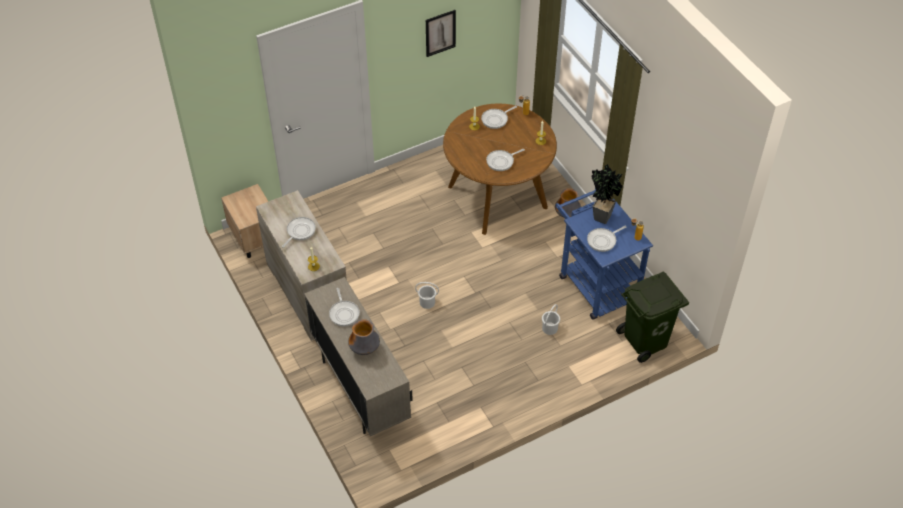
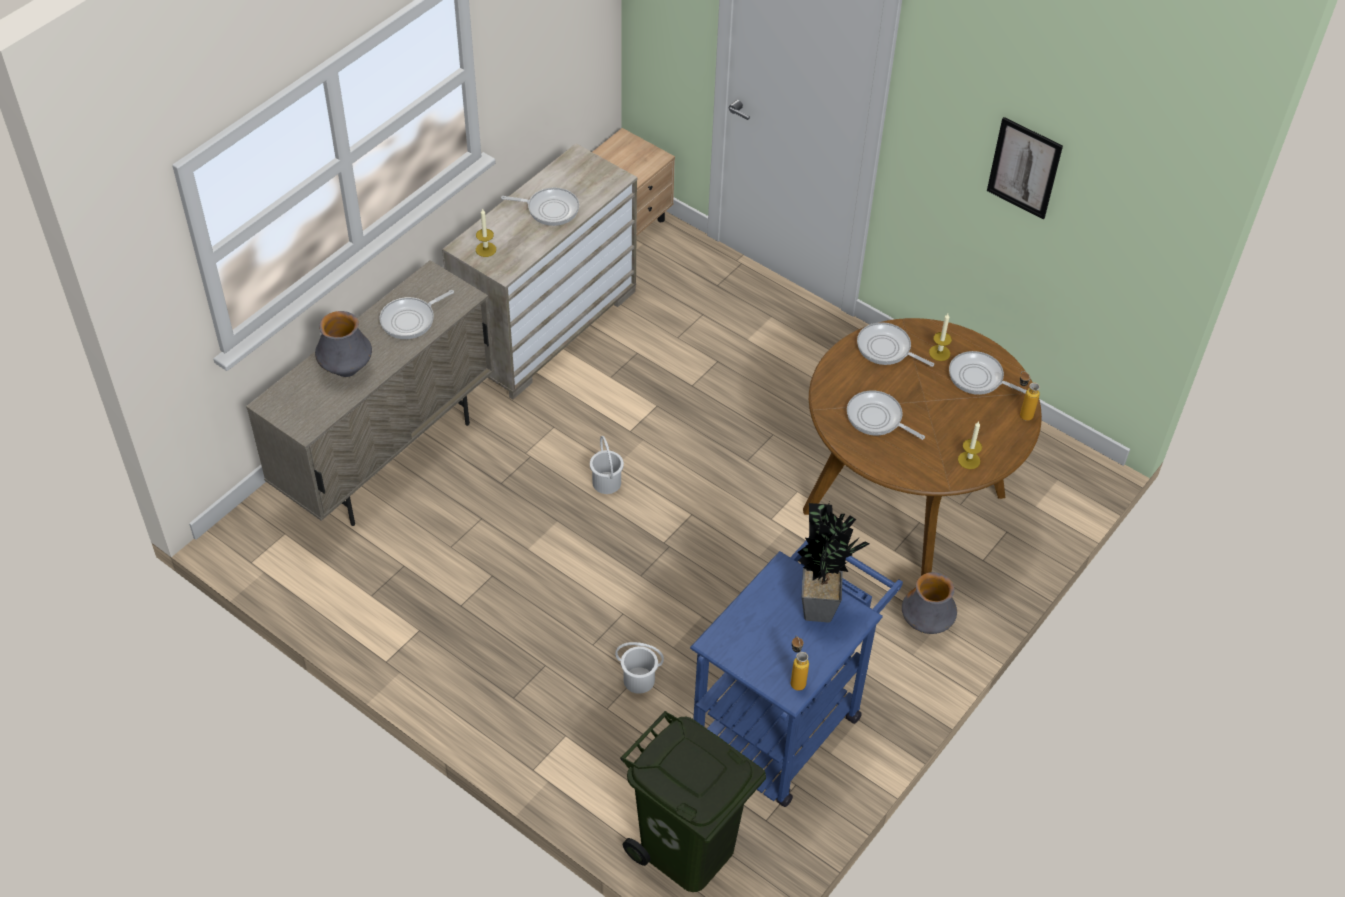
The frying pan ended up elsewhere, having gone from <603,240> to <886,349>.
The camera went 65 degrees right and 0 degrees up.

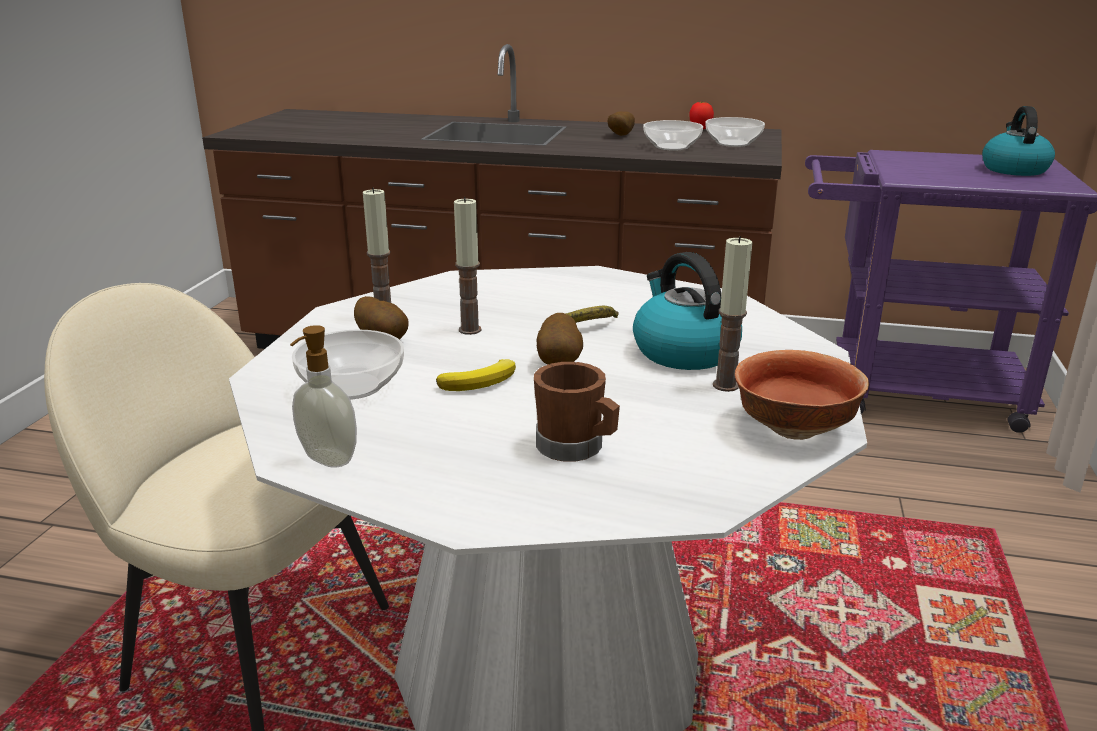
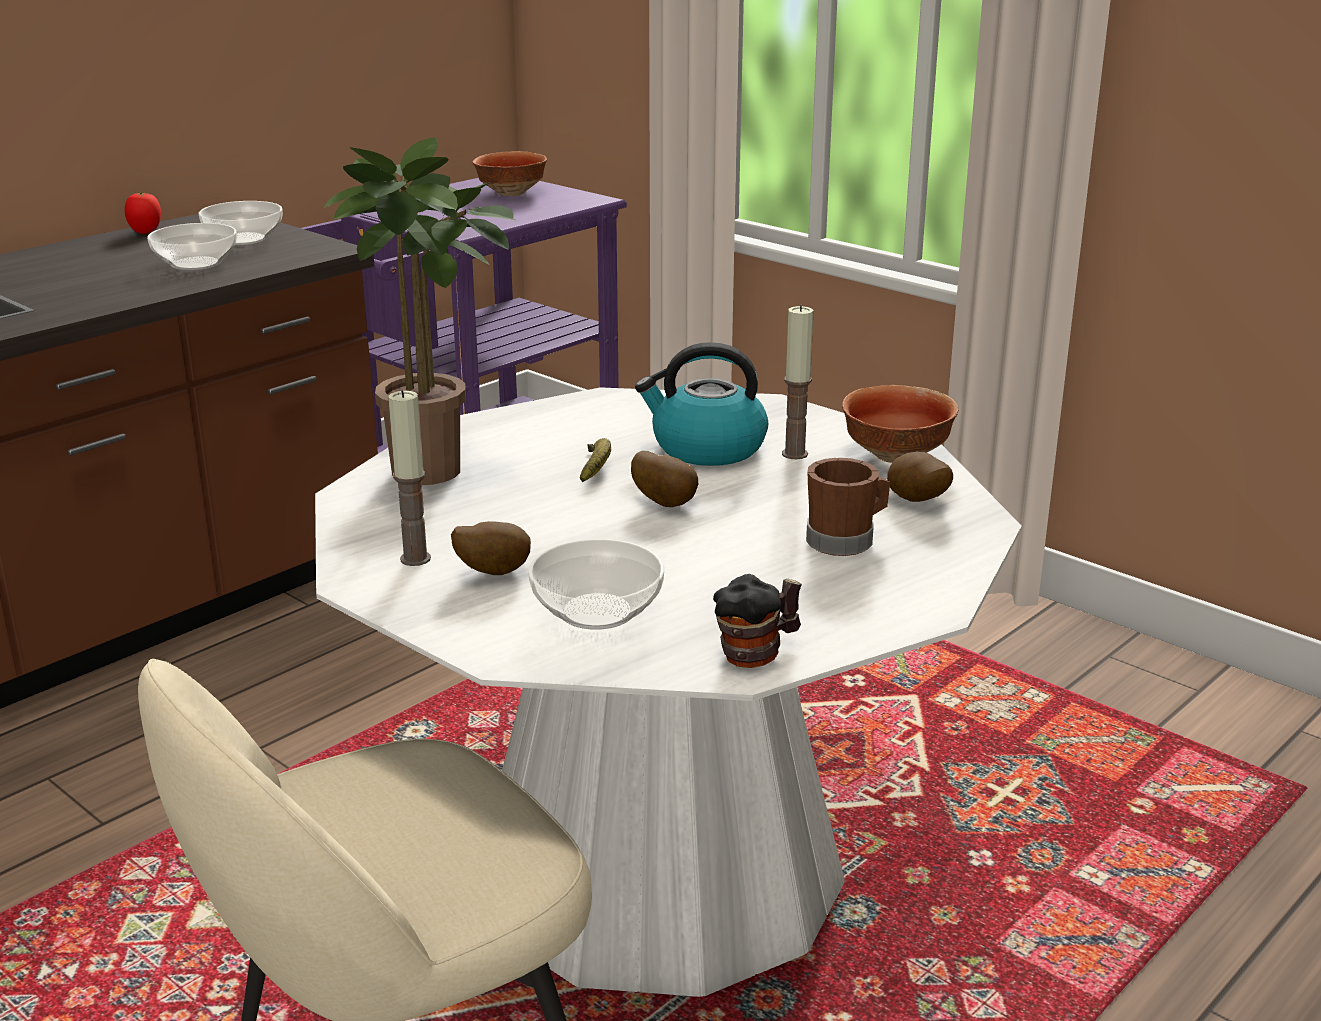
Where the kettle stood at <1013,169>, the bowl came to stand at <510,193>.
The potato ended up elsewhere, having gone from <619,136> to <916,502>.
The second view lost the candle at <469,330>.
Where the soap dispenser stood at <327,460>, the mug came to stand at <758,653>.
The second view lost the banana at <481,381>.
The second view gained the potted plant at <434,475>.
The camera went 60 degrees left and 0 degrees up.

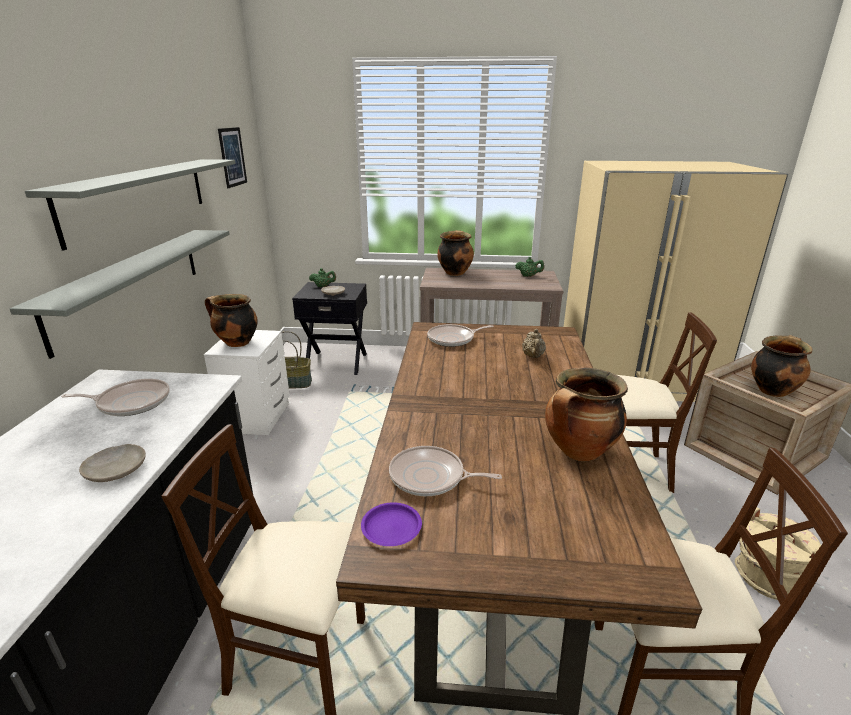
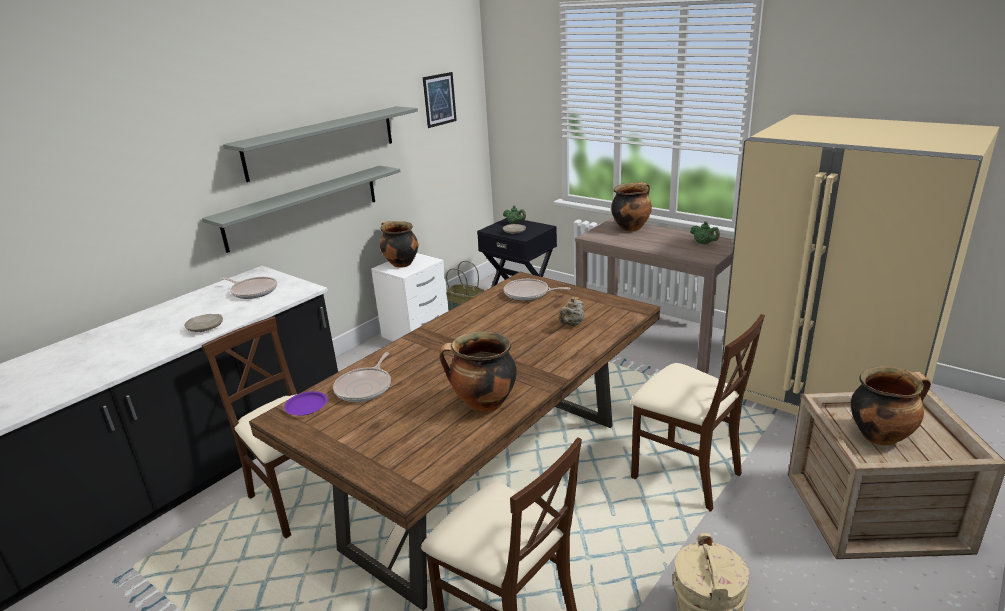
The frying pan at <430,477> ended up facing another way, 120 degrees counterclockwise from before.
The camera went 35 degrees right and 0 degrees up.

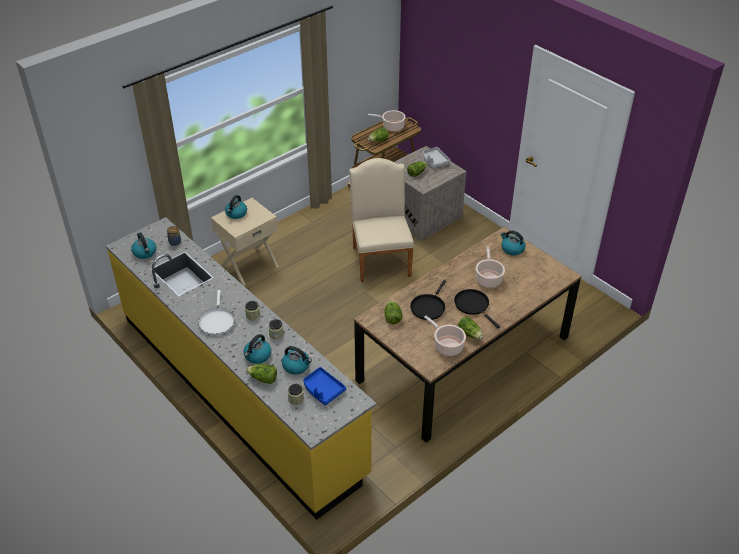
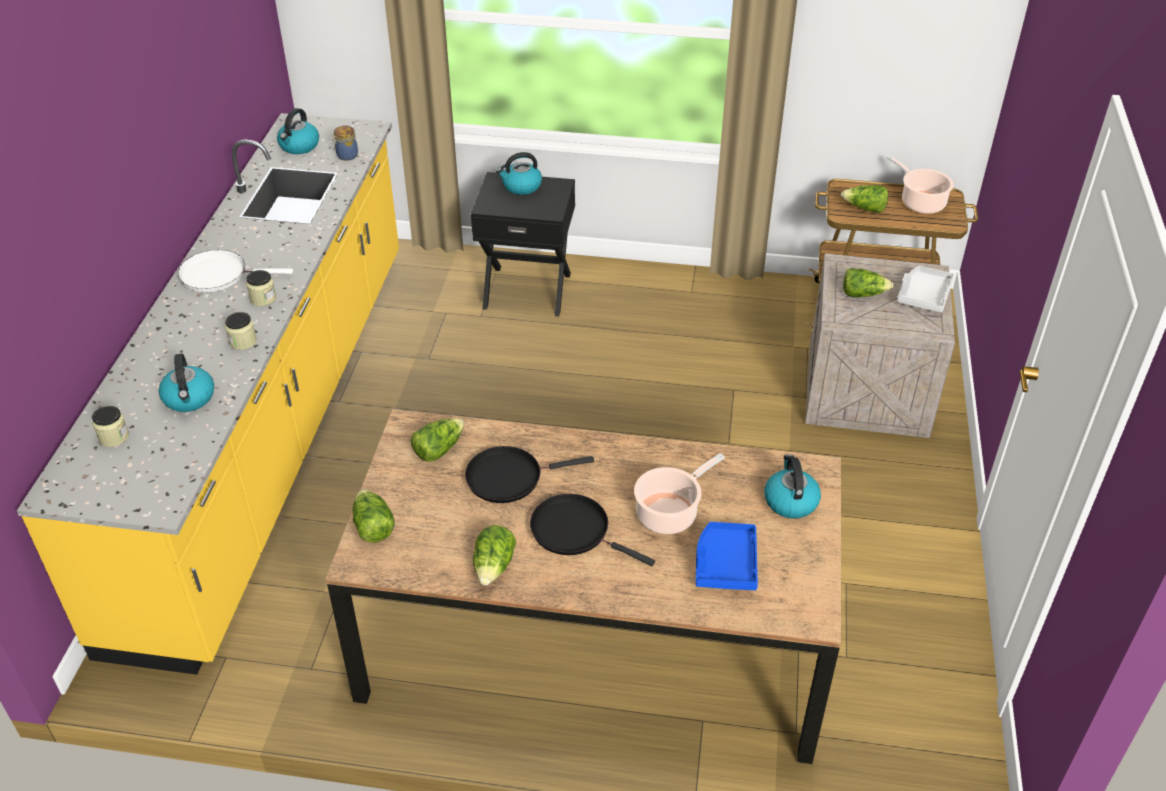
The second view lost the chair/beige at <380,258>.
What was the nightstand/beige at <249,265> turned into the nightstand/black at <527,290>.
The frying pan/black at <473,305> ended up facing another way, 75 degrees counterclockwise from before.
The frying pan/white at <217,321> ended up facing another way, 45 degrees clockwise from before.
The second view lost the cooking pot at <447,346>.
The second view lost the kettle at <257,356>.
The lettuce ended up elsewhere, having gone from <263,379> to <372,526>.
The tray/blue ended up elsewhere, having gone from <323,390> to <725,564>.
The camera went 50 degrees right and 0 degrees up.

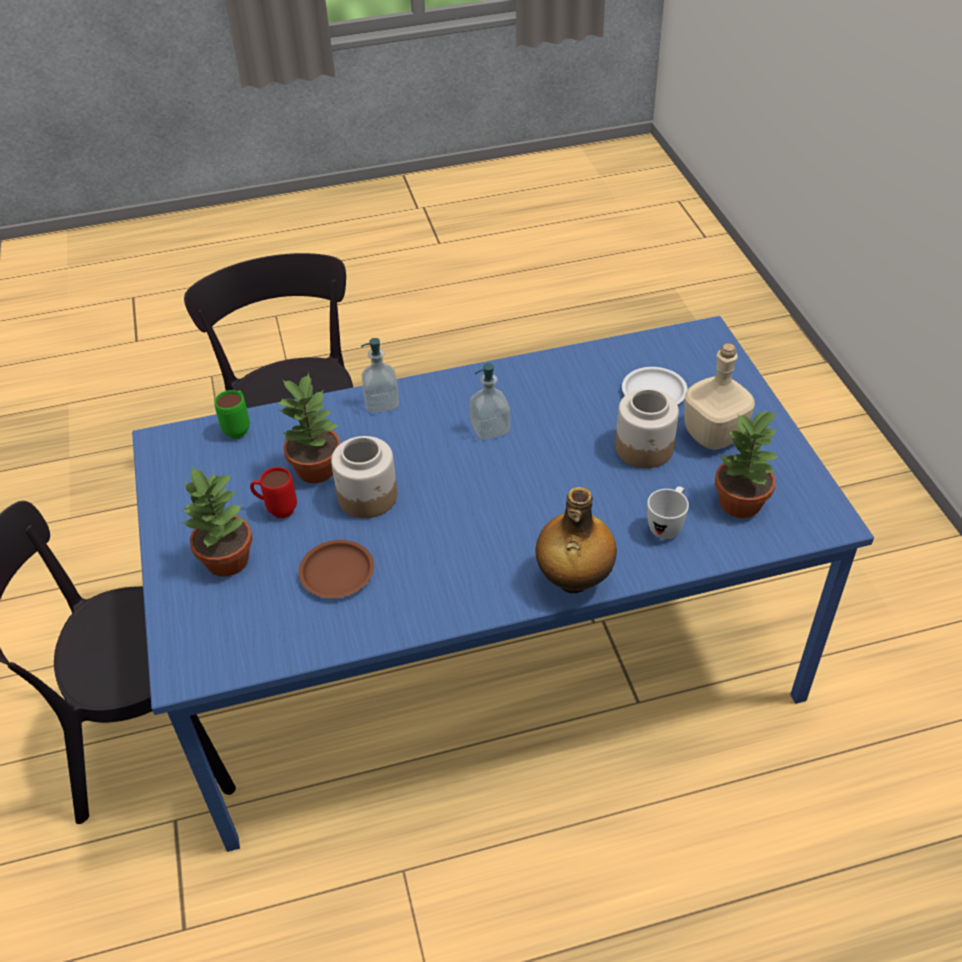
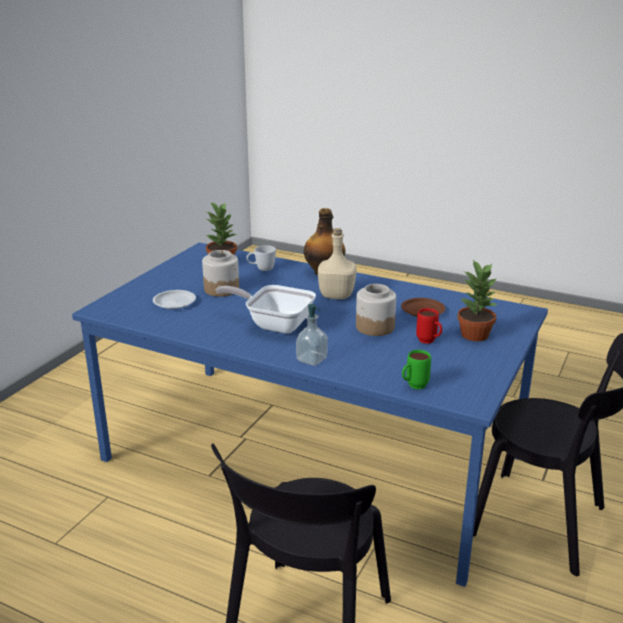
The bottle/beige ended up elsewhere, having gone from <714,436> to <336,295>.
Where the soap dispenser stood at <490,428>, the frying pan came to stand at <274,324>.
The second view lost the potted plant at <316,468>.
The camera went 140 degrees left and 20 degrees down.

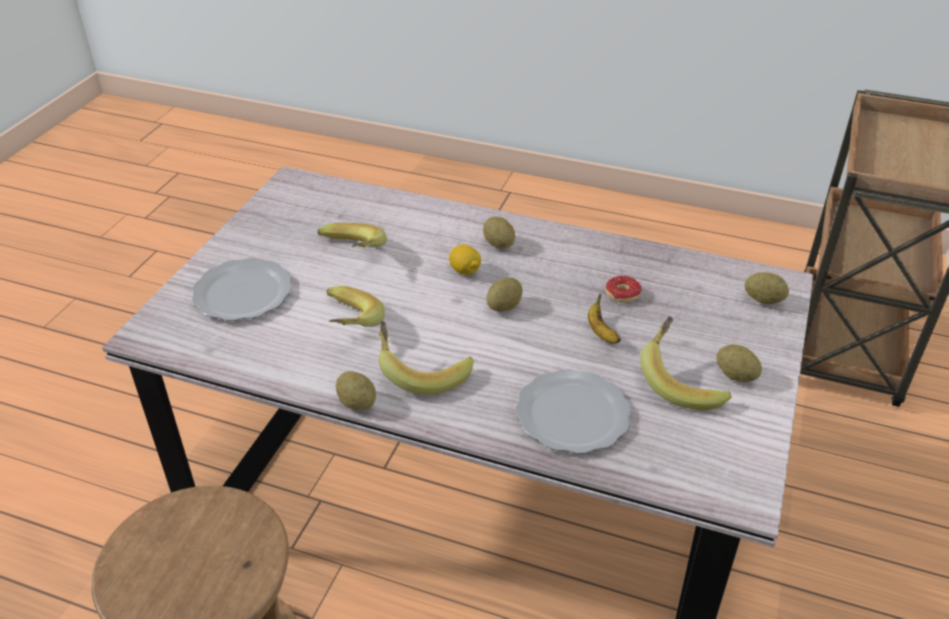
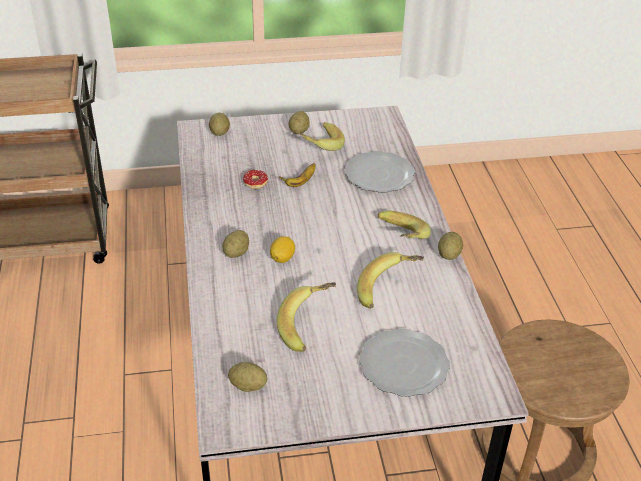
The potato ended up elsewhere, having gone from <504,306> to <248,386>.
The camera went 120 degrees left and 0 degrees up.

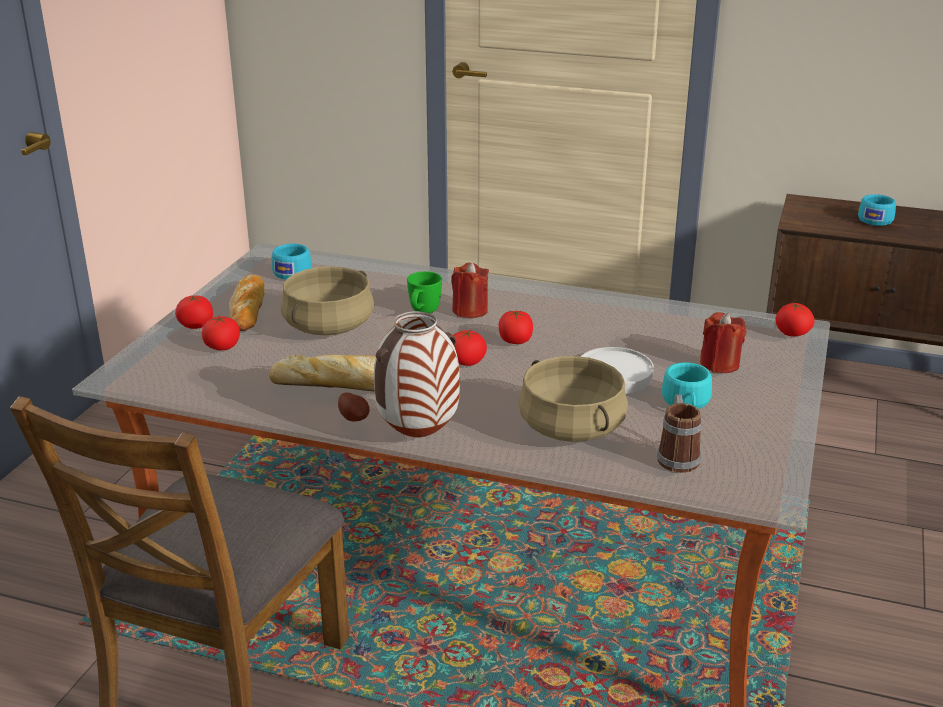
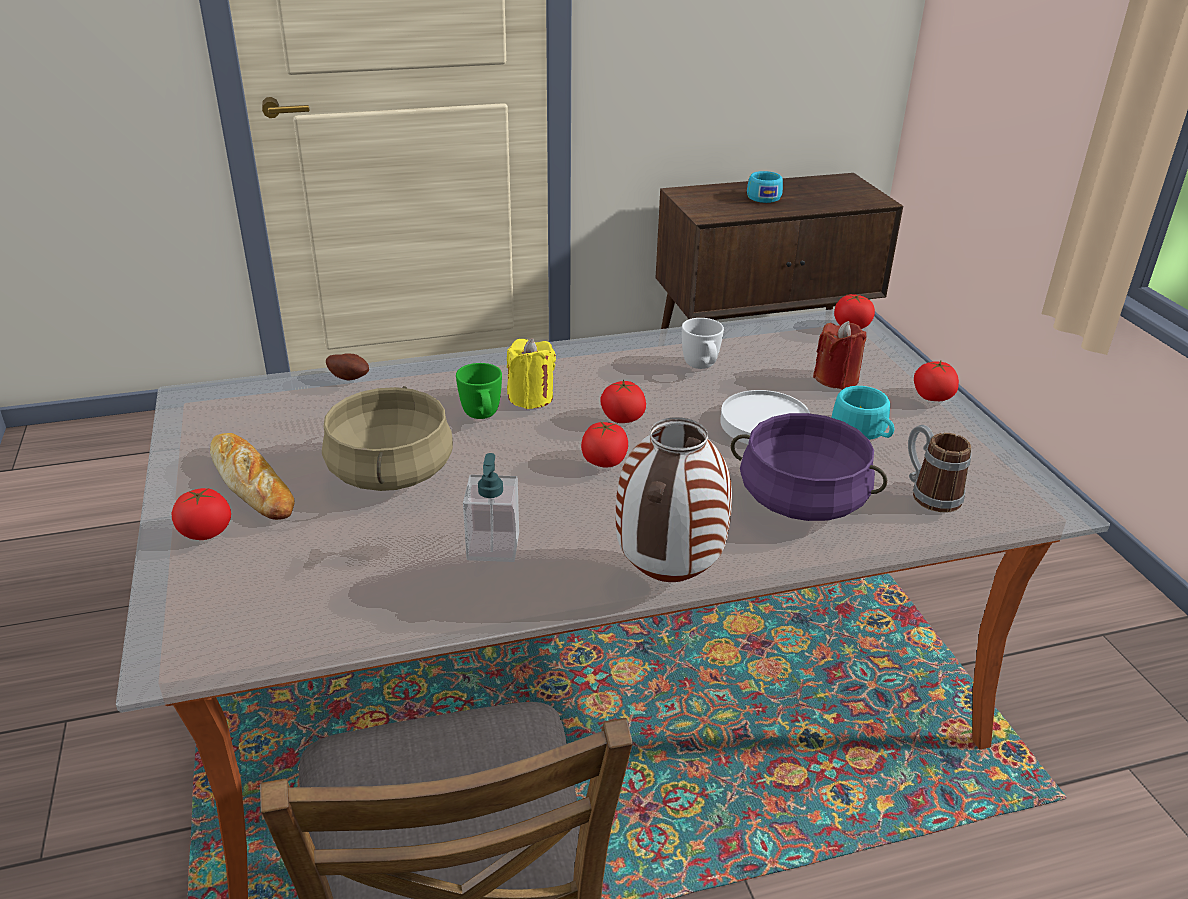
The second view lost the cup/turquoise at <294,271>.
What was the candle/red at <470,310> turned into the candle/yellow at <530,397>.
The tomato ended up elsewhere, having gone from <222,347> to <932,397>.
Where the bread stood at <336,384>, the soap dispenser came to stand at <493,546>.
What was the cooking pot/beige at <570,428> turned into the cooking pot/purple at <801,501>.
The potato ended up elsewhere, having gone from <354,418> to <349,377>.
The second view gained the mug/white at <702,368>.
The camera went 35 degrees left and 5 degrees up.

